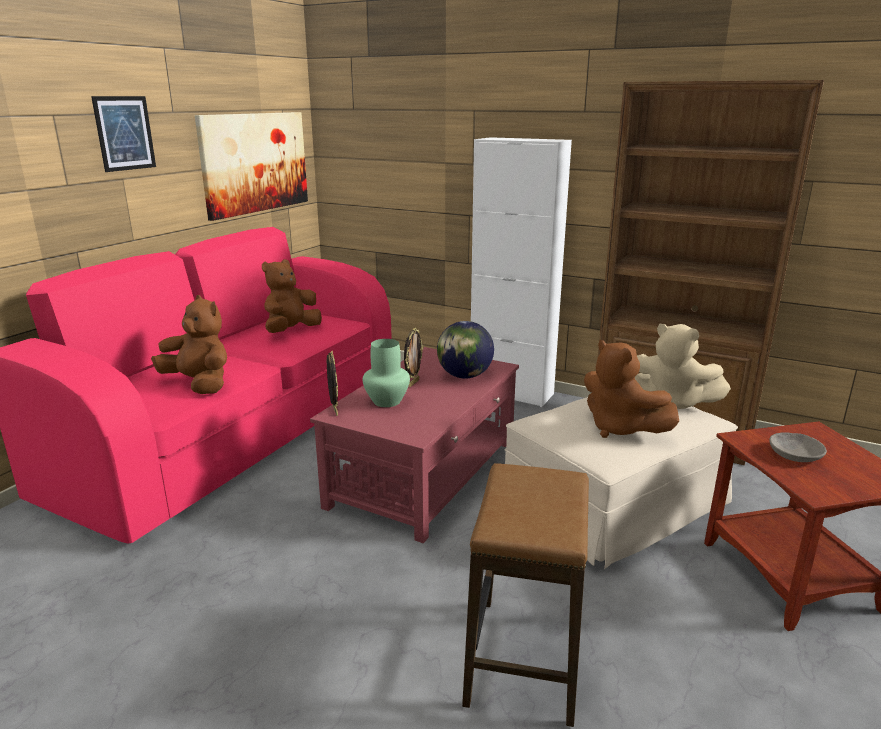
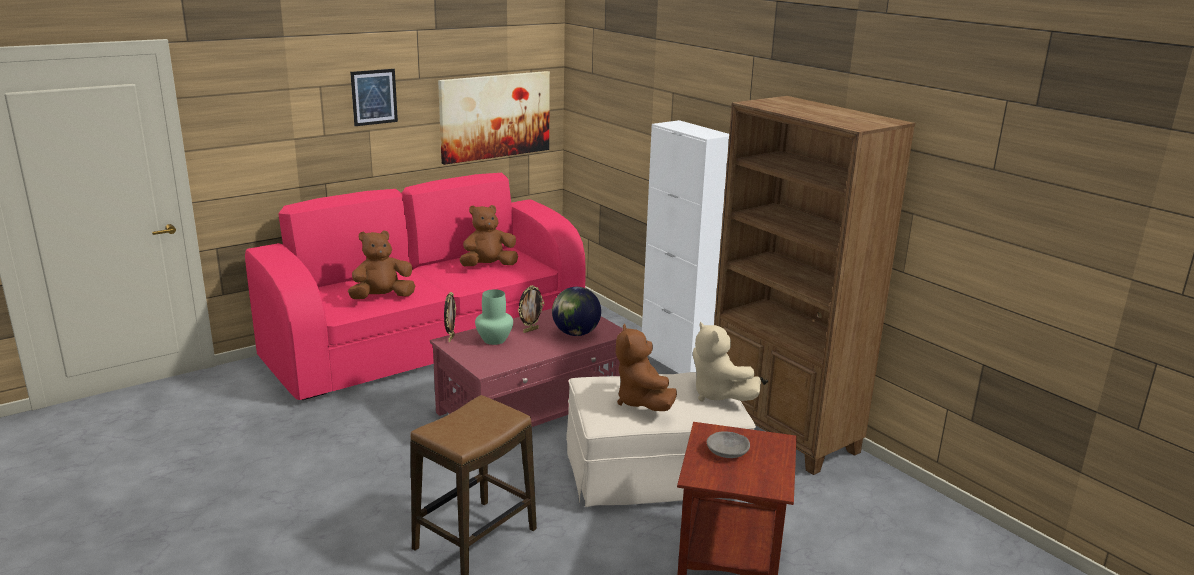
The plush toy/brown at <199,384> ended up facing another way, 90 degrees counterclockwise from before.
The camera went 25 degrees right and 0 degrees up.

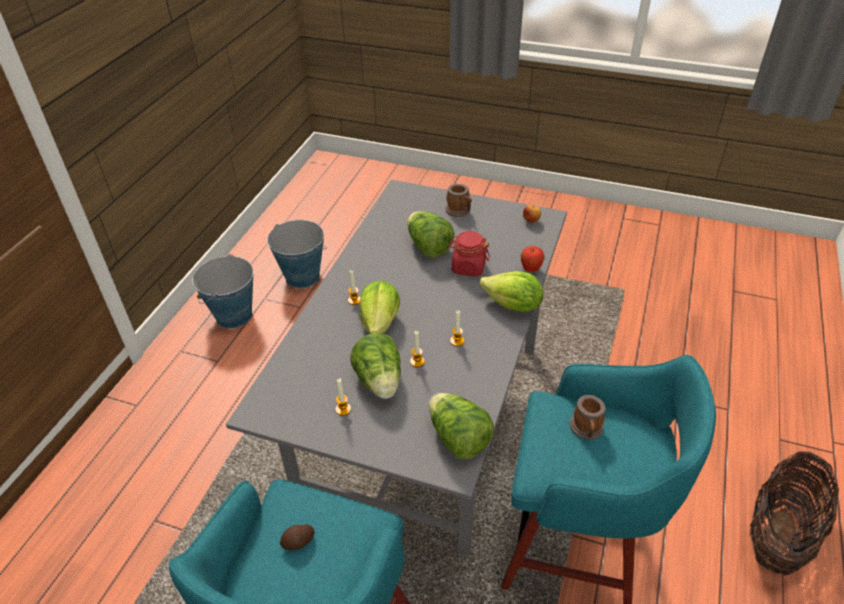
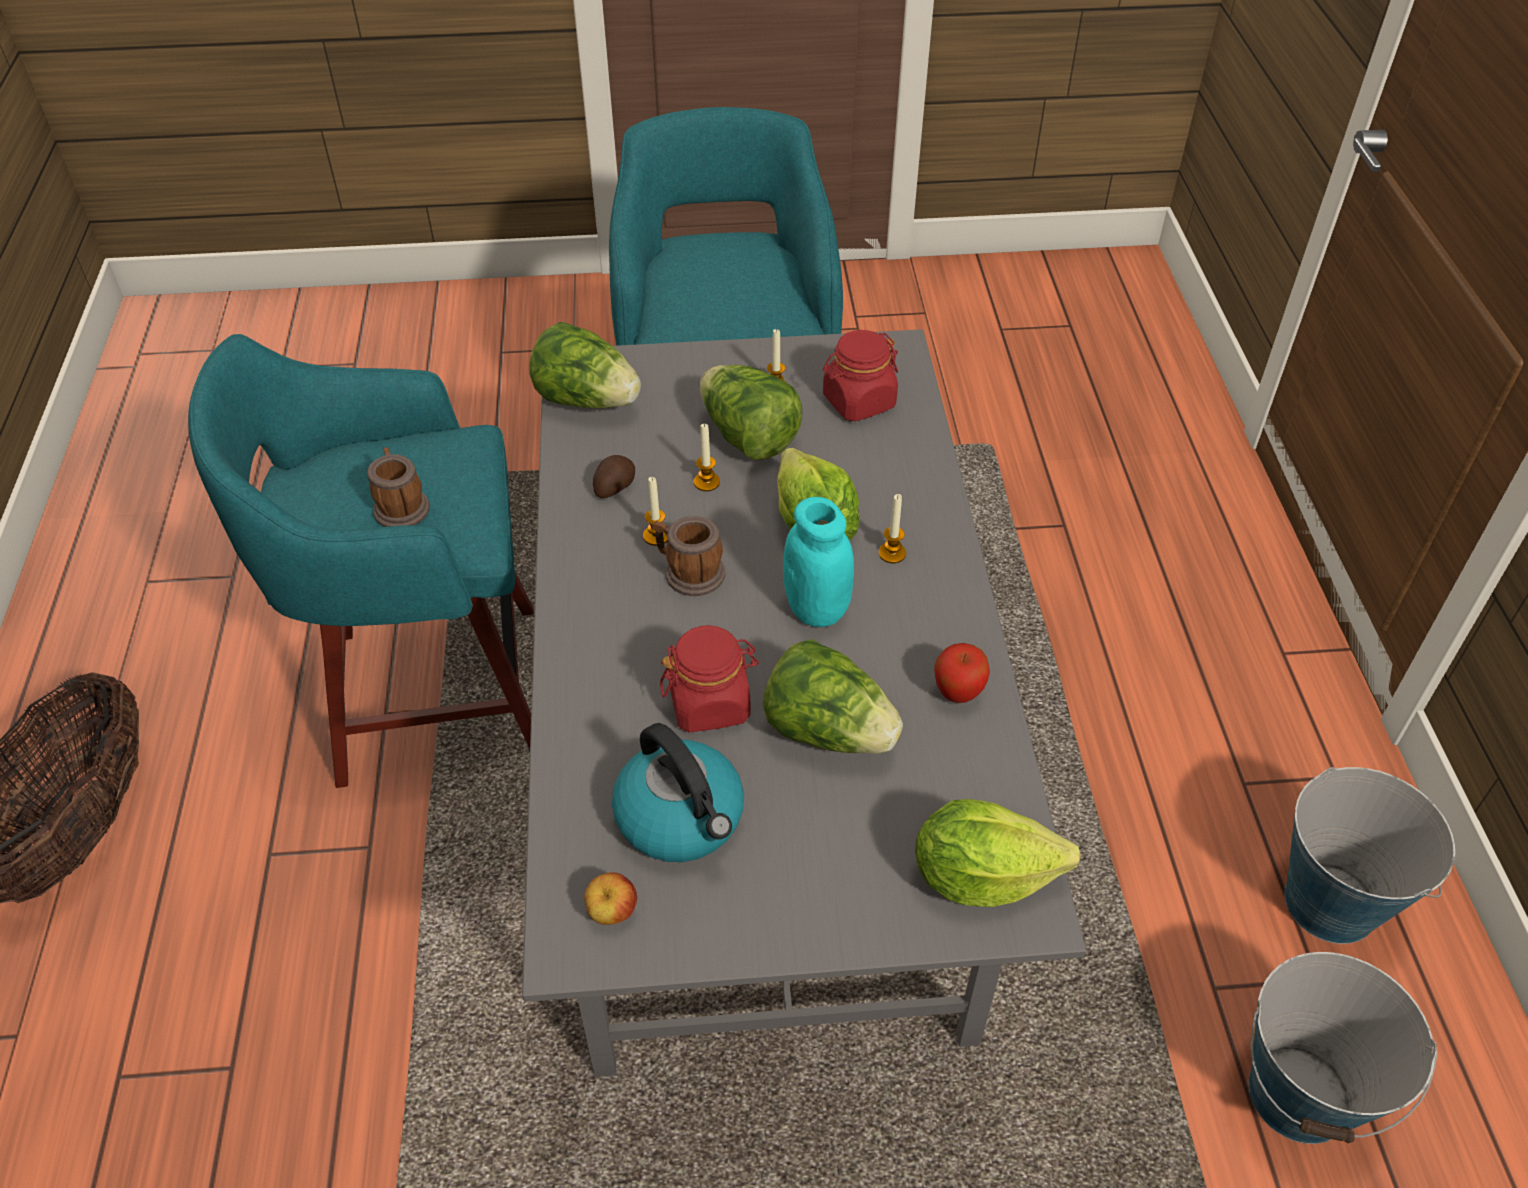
The mug ended up elsewhere, having gone from <460,211> to <688,572>.
The apple ended up elsewhere, having gone from <530,269> to <958,693>.
The lettuce ended up elsewhere, having gone from <513,306> to <981,876>.
The potato ended up elsewhere, having gone from <299,542> to <614,486>.
The second view gained the jar/red at <858,402>.
The second view gained the jar/turquoise at <816,609>.
The second view gained the kettle at <682,818>.
The camera went 155 degrees right and 5 degrees up.

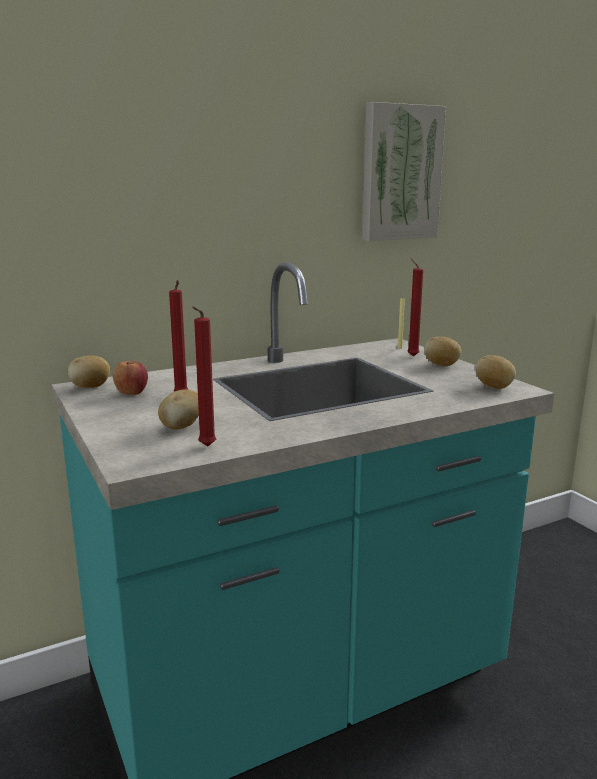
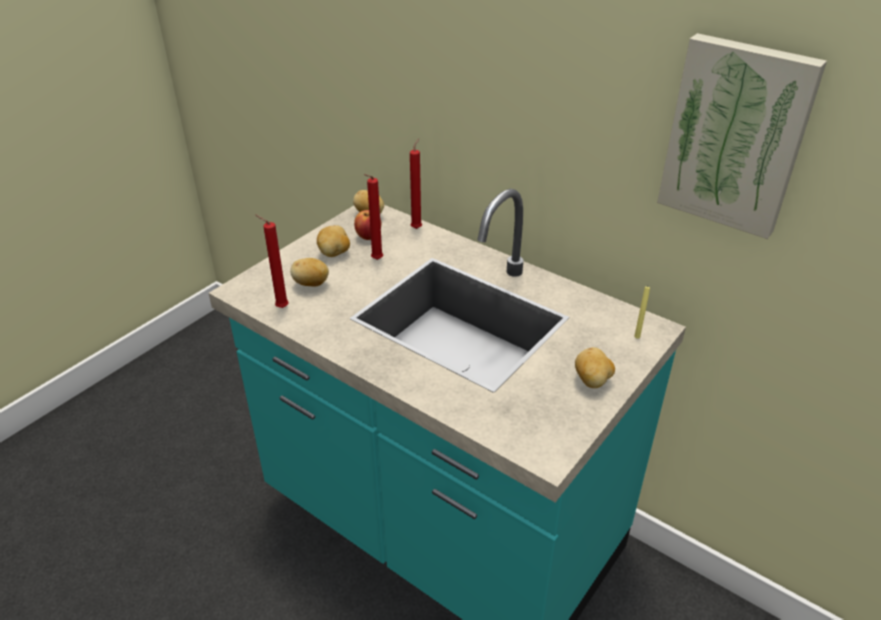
The candle/red ended up elsewhere, having gone from <411,356> to <417,228>.
The potato ended up elsewhere, having gone from <494,387> to <334,253>.
The camera went 65 degrees right and 20 degrees up.

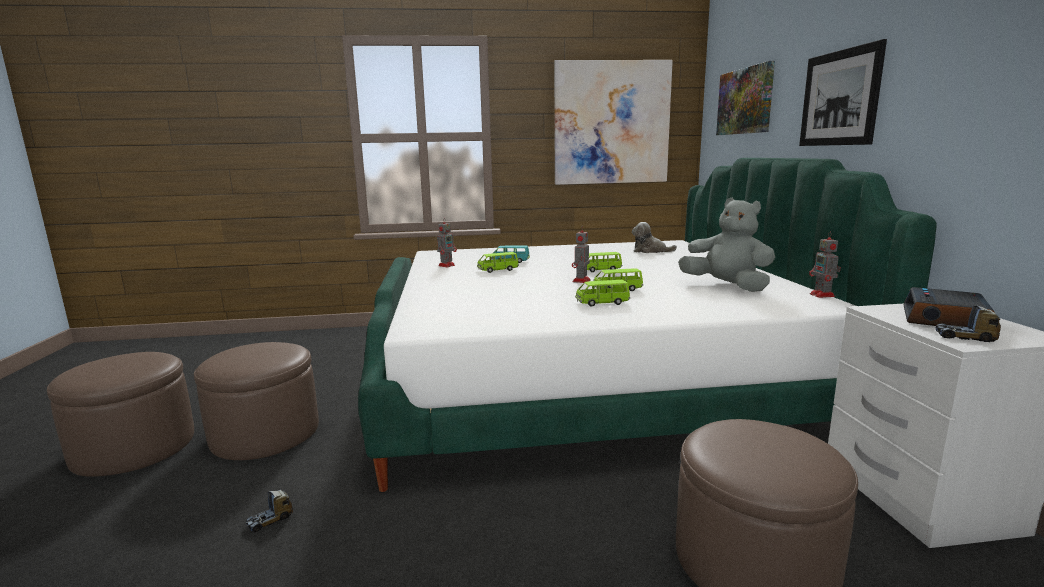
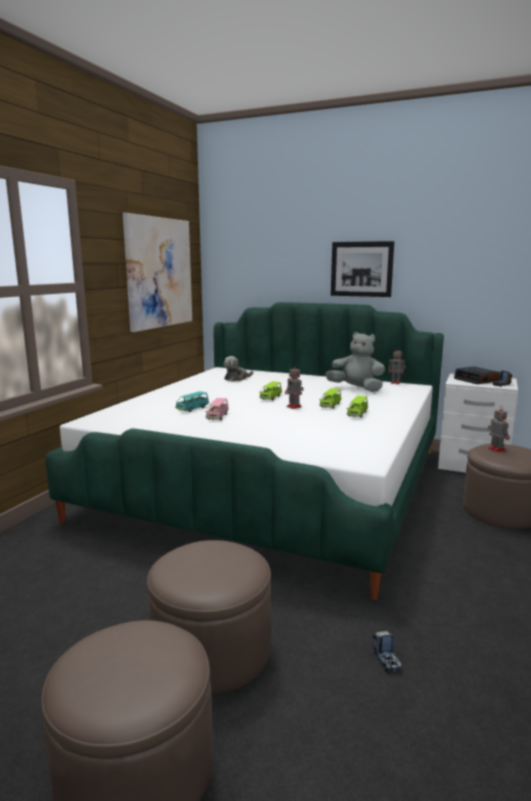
The second view lost the picture at <745,101>.
The plush toy/grey at <727,286> ended up facing another way, 45 degrees clockwise from before.
The toy robot ended up elsewhere, having gone from <447,265> to <495,449>.
What was the toy car/green at <498,270> turned into the toy car/pink at <217,417>.
The camera went 60 degrees left and 0 degrees up.

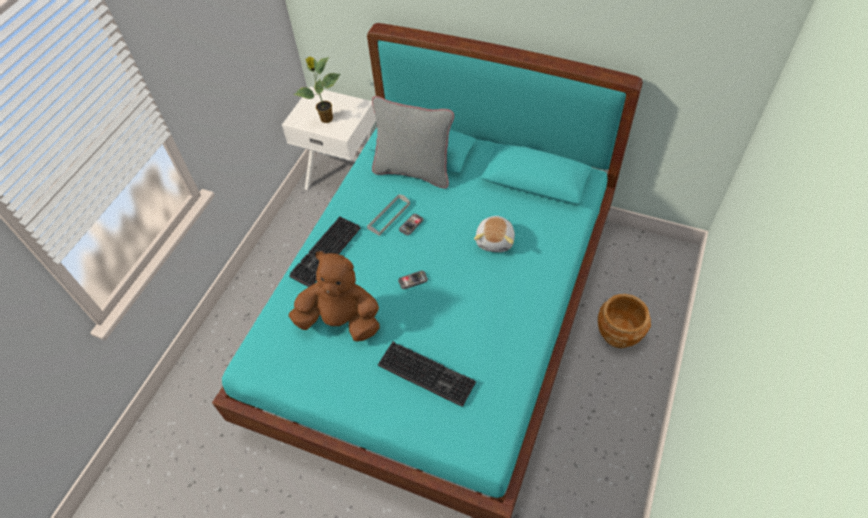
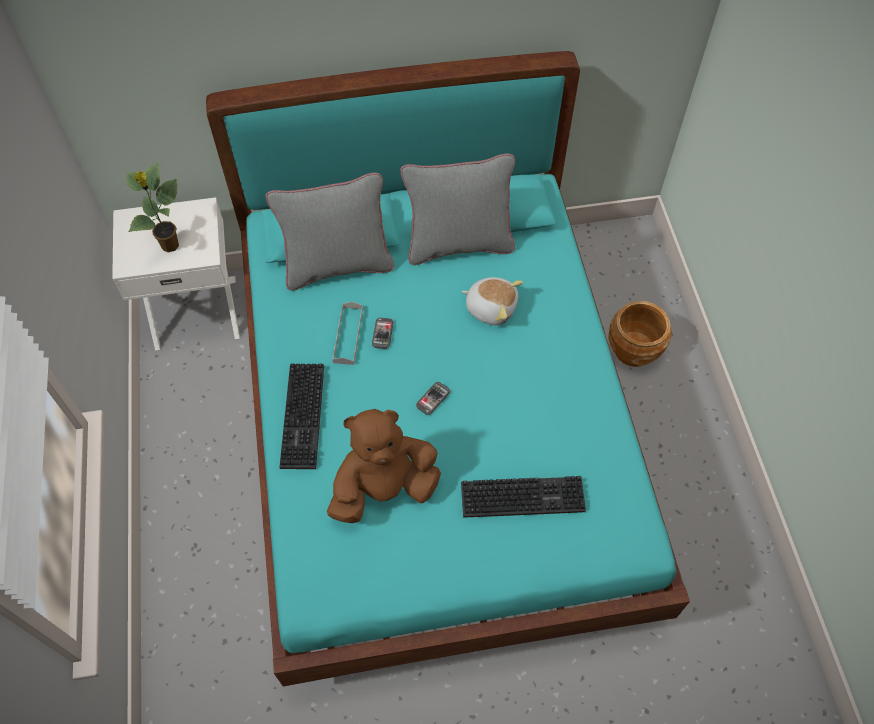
The plush toy at <495,240> ended up facing another way, 45 degrees counterclockwise from before.
The second view gained the pillow/grey at <458,244>.
The camera went 35 degrees left and 5 degrees up.

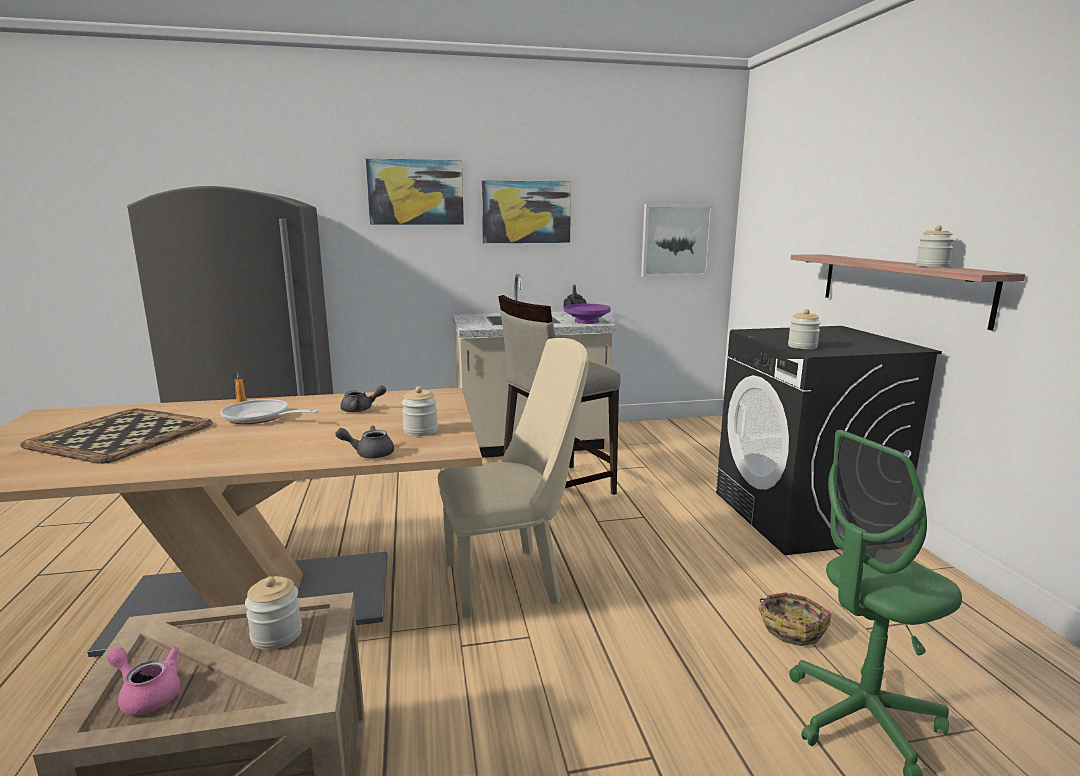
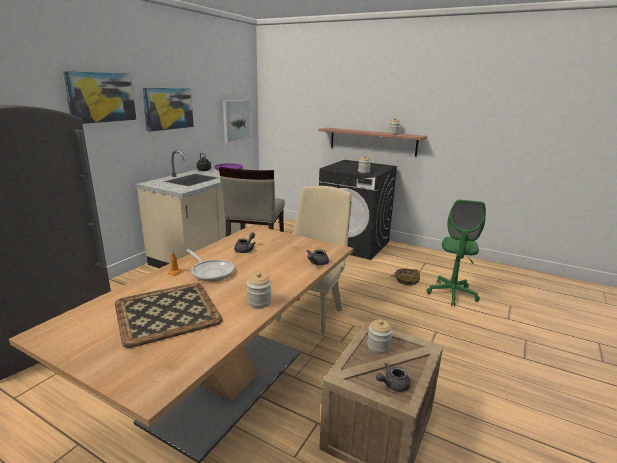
The jar ended up elsewhere, having gone from <420,431> to <259,302>.
The frying pan at <260,418> ended up facing another way, 105 degrees counterclockwise from before.
What was the teapot/pink at <147,694> turned into the teapot/grey at <392,385>.
The camera went 50 degrees left and 5 degrees up.

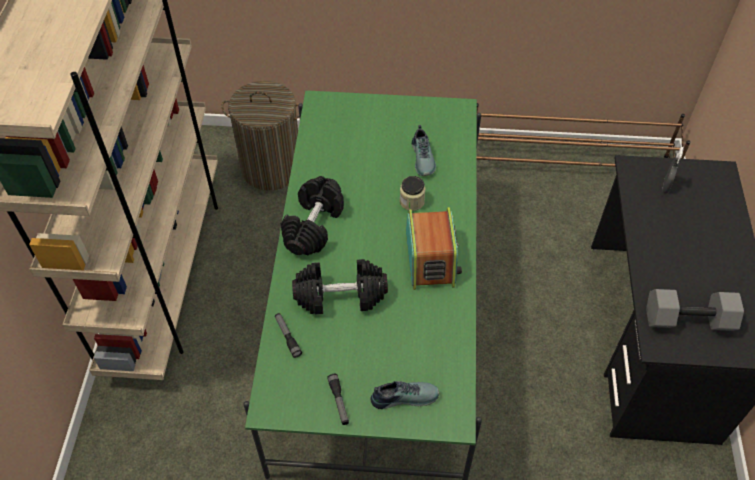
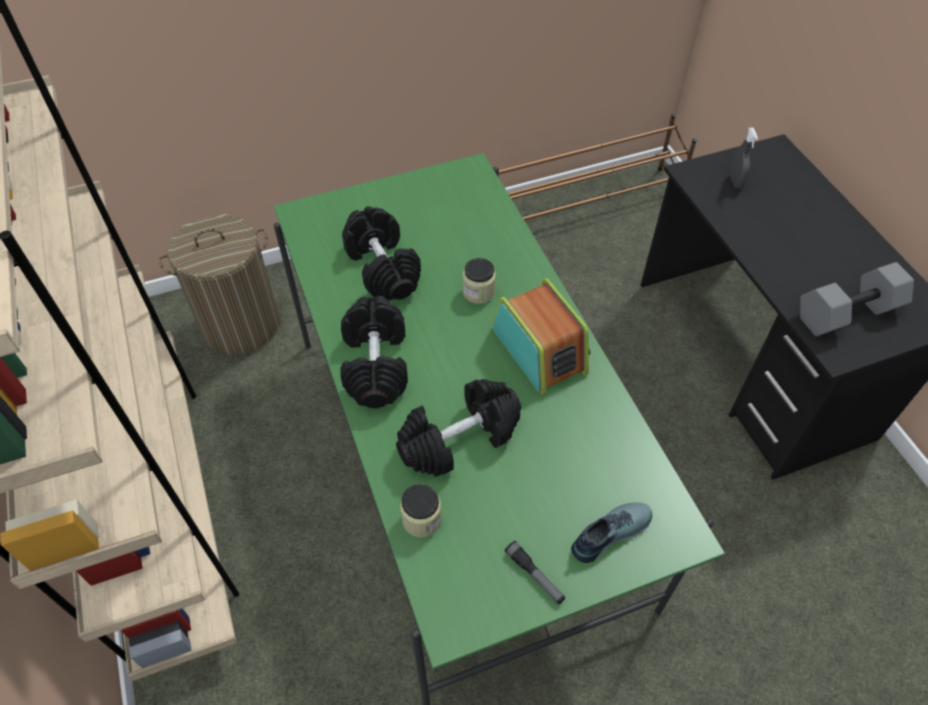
The second view lost the shoe at <424,158>.
Where the flashlight stood at <287,337>, the jar came to stand at <421,519>.
The second view gained the dumbbell/black at <383,268>.
The camera went 25 degrees left and 0 degrees up.

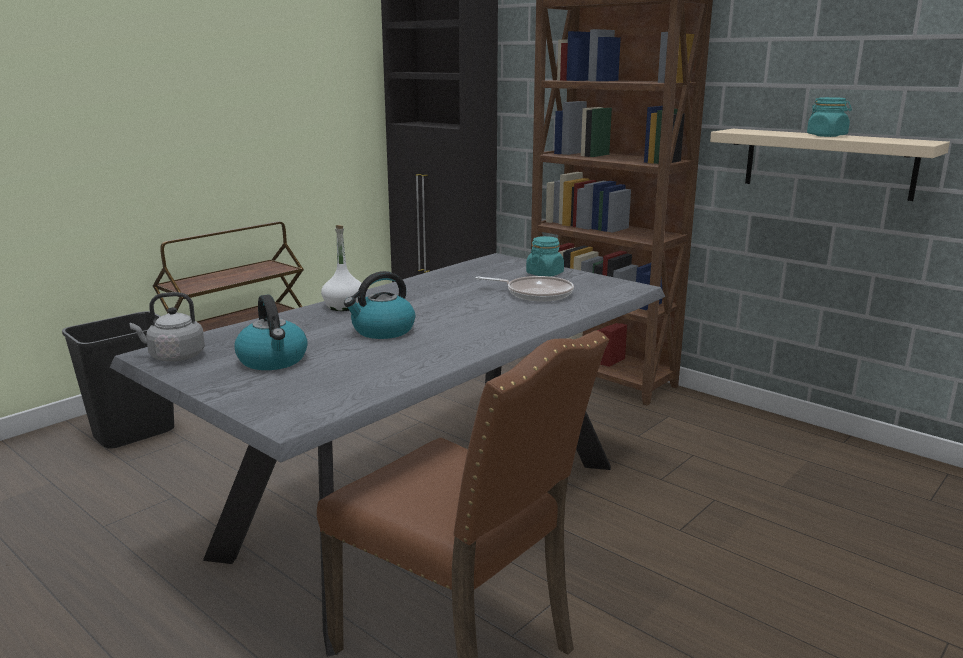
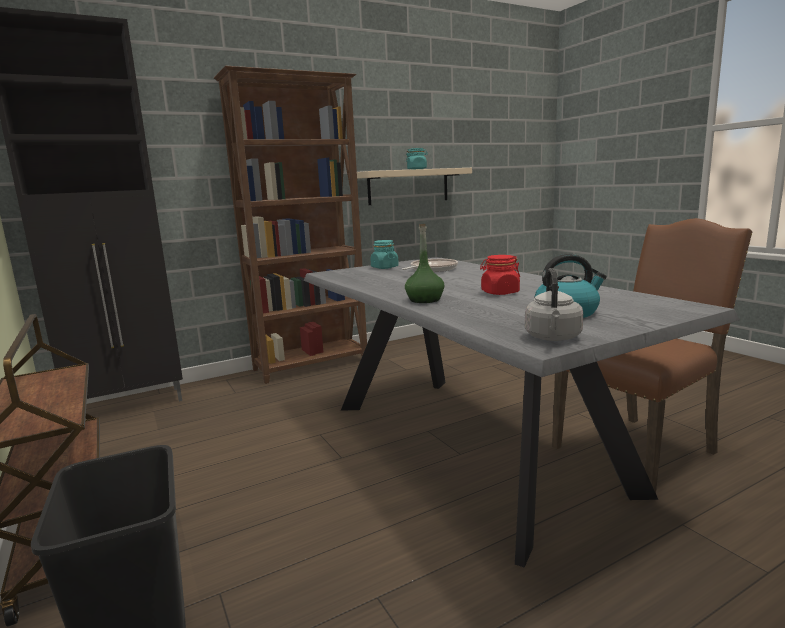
What was the bottle/white at <344,306> turned into the bottle/green at <424,300>.
Where the kettle stood at <382,331>, the jar/red came to stand at <500,292>.
The camera went 70 degrees left and 5 degrees down.

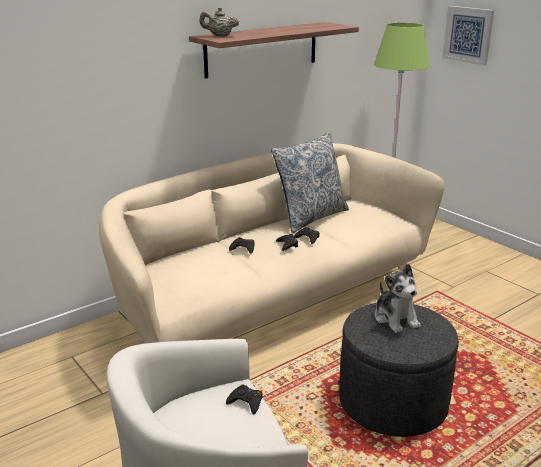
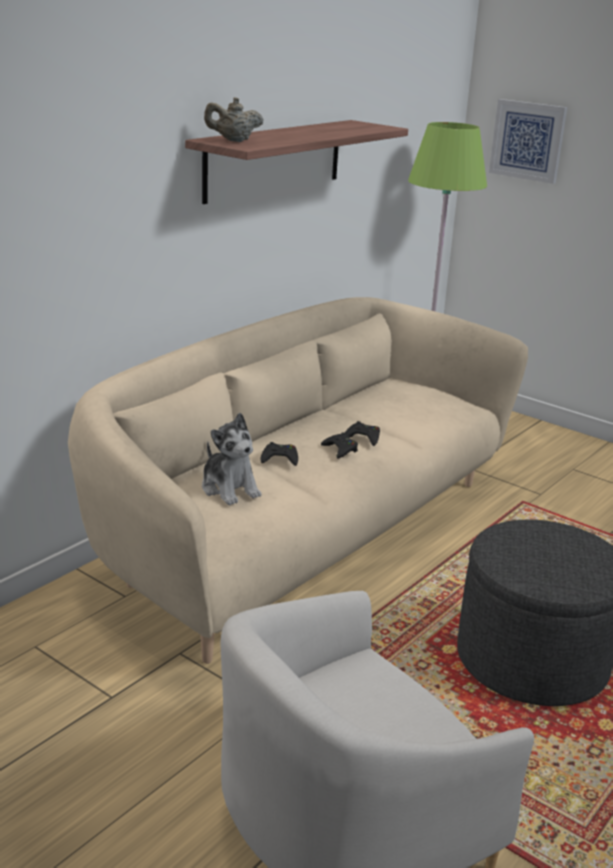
The second view lost the pillow at <310,217>.
The plush toy ended up elsewhere, having gone from <395,318> to <229,489>.
The second view lost the game controller/black at <246,402>.
The camera went 15 degrees left and 0 degrees up.

